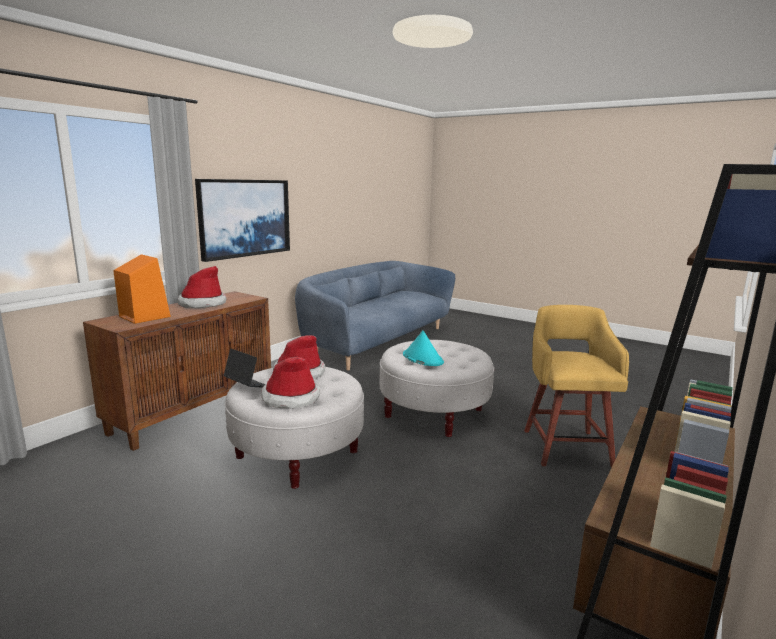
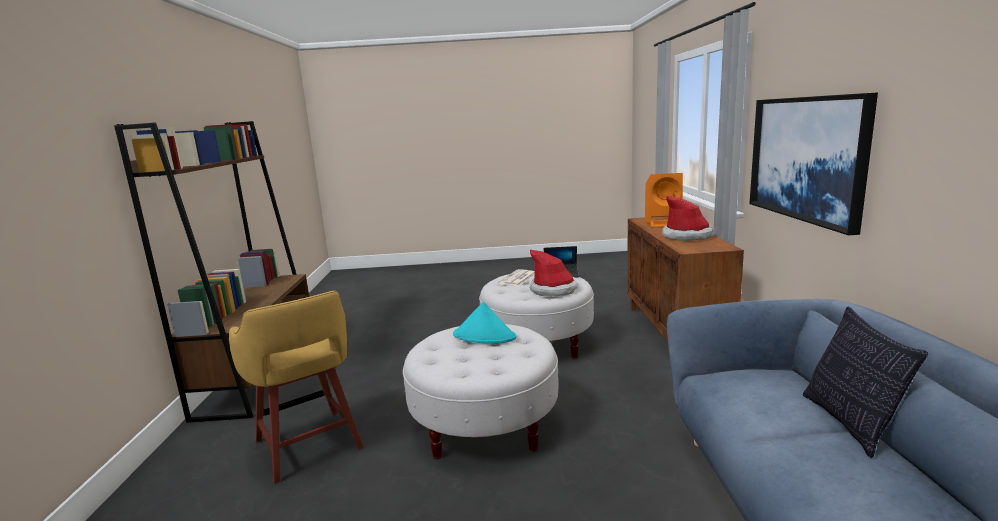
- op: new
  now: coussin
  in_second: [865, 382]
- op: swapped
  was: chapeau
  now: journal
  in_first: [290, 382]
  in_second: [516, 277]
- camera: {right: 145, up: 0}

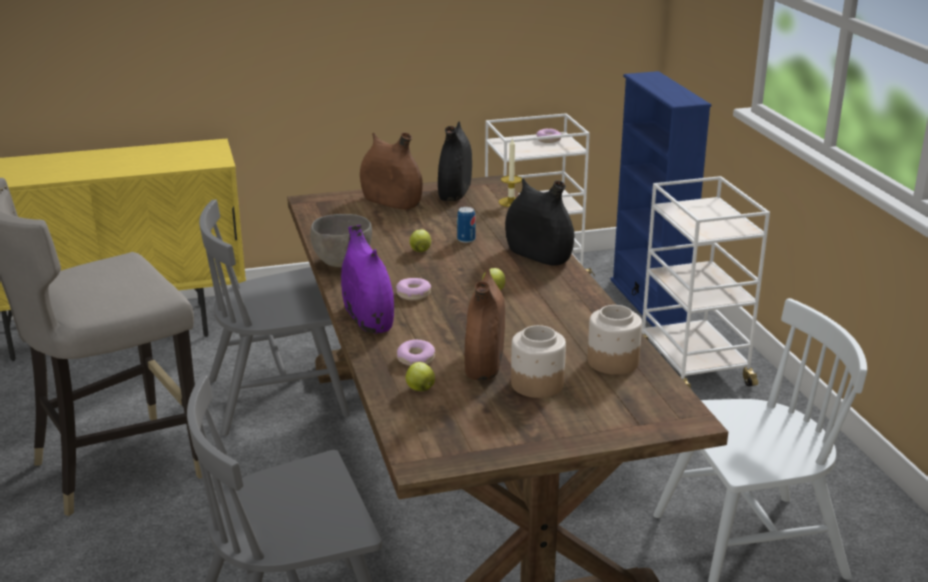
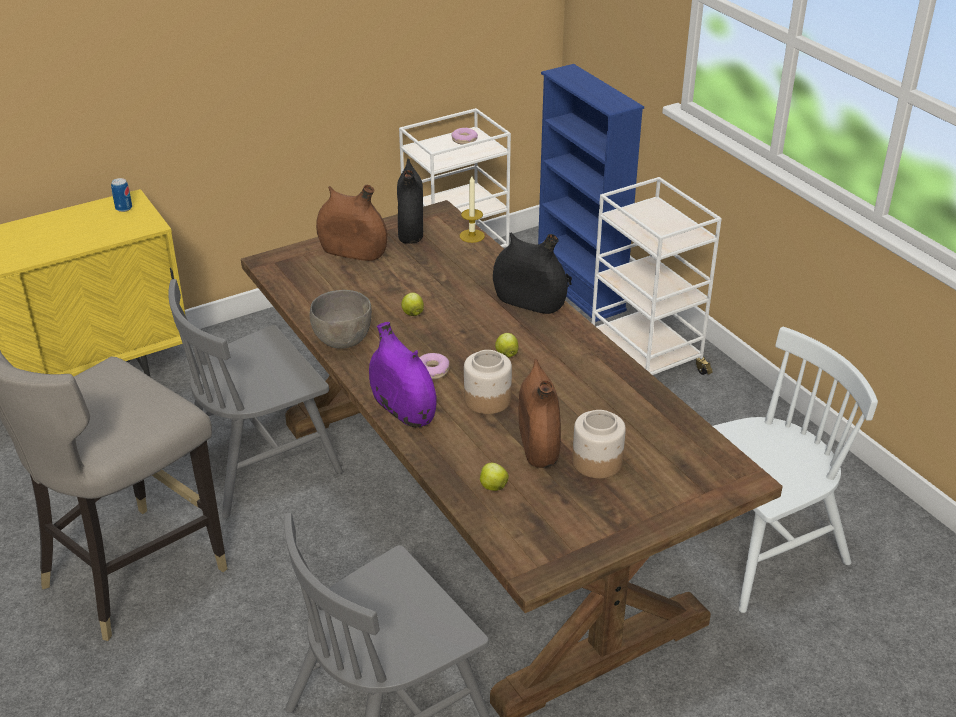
- op: gone
  was: beignet
  in_first: [416, 353]
- op: shifted
  was: boîte métallique
  in_first: [466, 225]
  in_second: [121, 195]
- op: shifted
  was: bocal
  in_first: [614, 340]
  in_second: [488, 382]
- camera: {right: -15, up: 10}

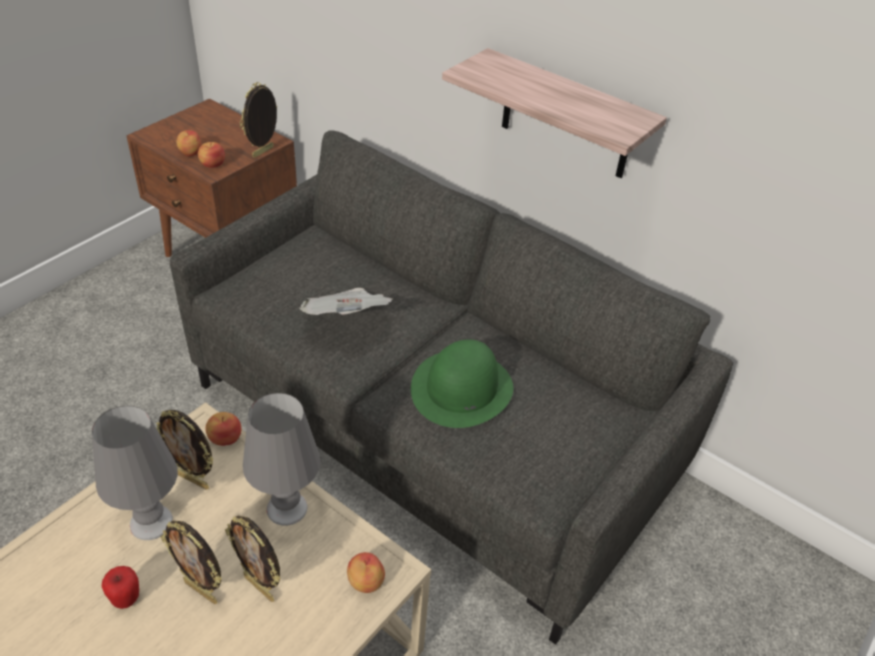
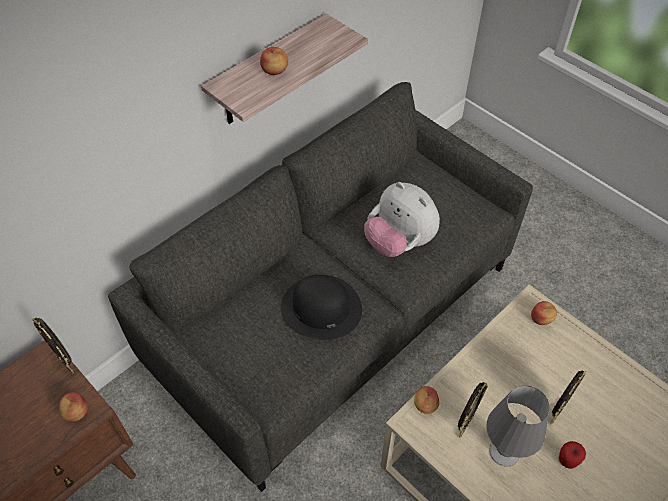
- op: gone
  was: cadre photo
  in_first: [253, 559]
- op: gone
  was: lampe de table [gris]
  in_first: [281, 459]
- op: shifted
  was: pomme
  in_first: [189, 143]
  in_second: [274, 61]
- op: swapped
  was: journal
  now: chapeau [noir]
  in_first: [346, 301]
  in_second: [321, 307]
- op: swapped
  was: chapeau [vert]
  now: peluche
  in_first: [462, 383]
  in_second: [402, 219]
- camera: {right: -80, up: 10}

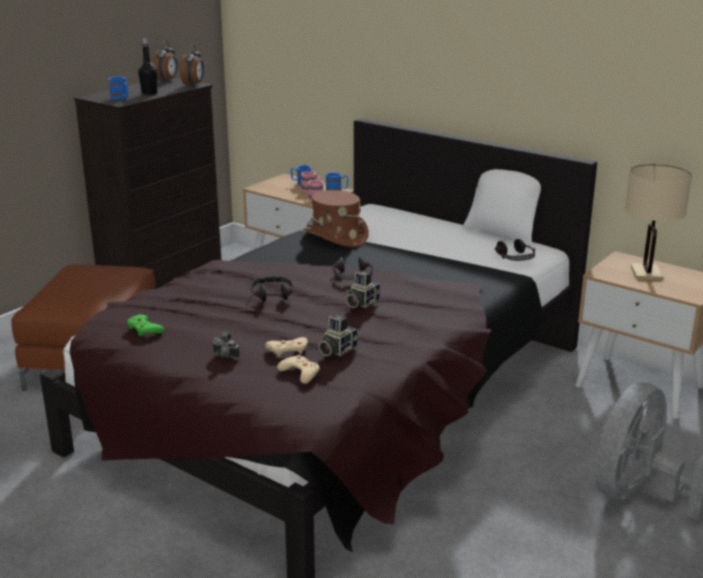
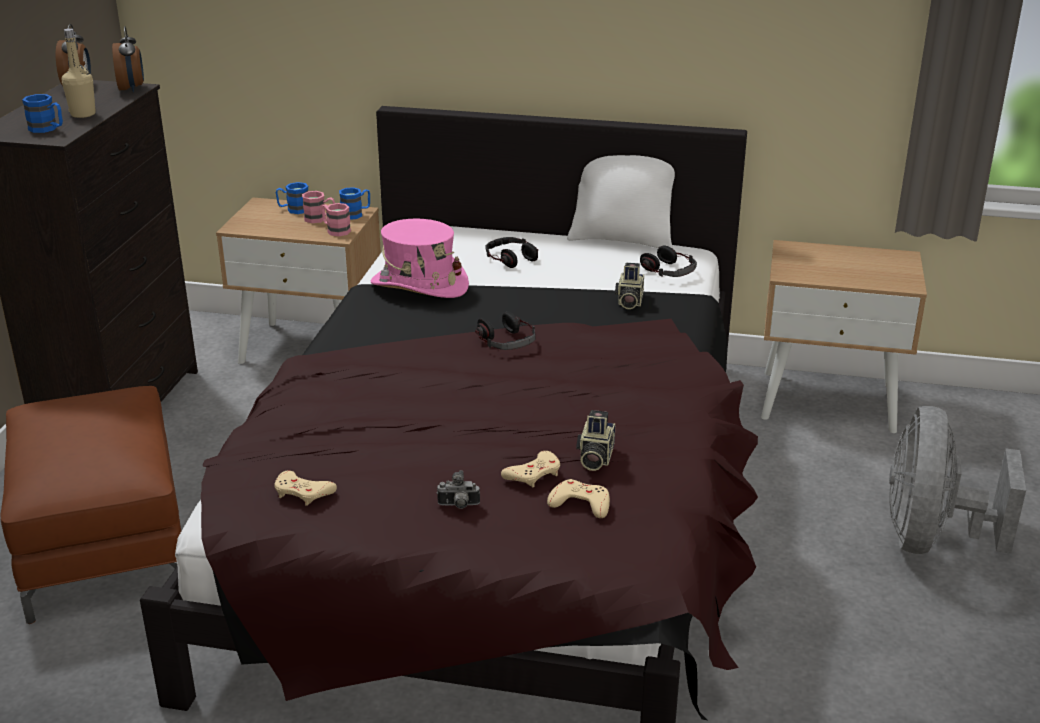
- op: gone
  was: lampe de table [beige]
  in_first: [658, 222]
- op: shifted
  was: casque audio
  in_first: [272, 289]
  in_second: [512, 252]
- op: shifted
  was: appareil photo
  in_first: [363, 289]
  in_second: [629, 286]
- op: repainted
  was: manette [vert]
  now: manette [beige]
  in_first: [146, 325]
  in_second: [305, 488]
- op: repainted
  was: bouteille [noir]
  now: bouteille [beige]
  in_first: [147, 67]
  in_second: [79, 73]
- op: repainted
  was: chapeau [marron]
  now: chapeau [rose]
  in_first: [336, 218]
  in_second: [419, 258]
- camera: {right: -25, up: 5}

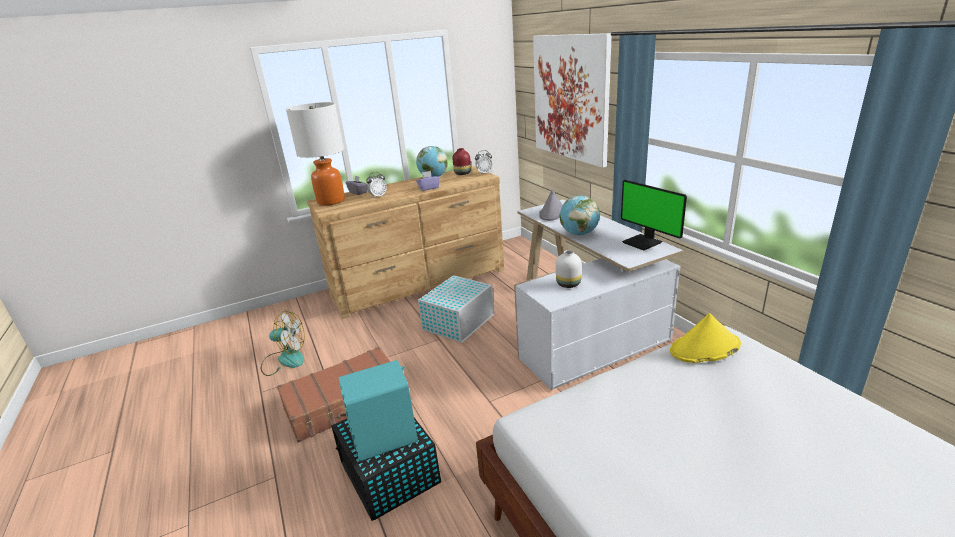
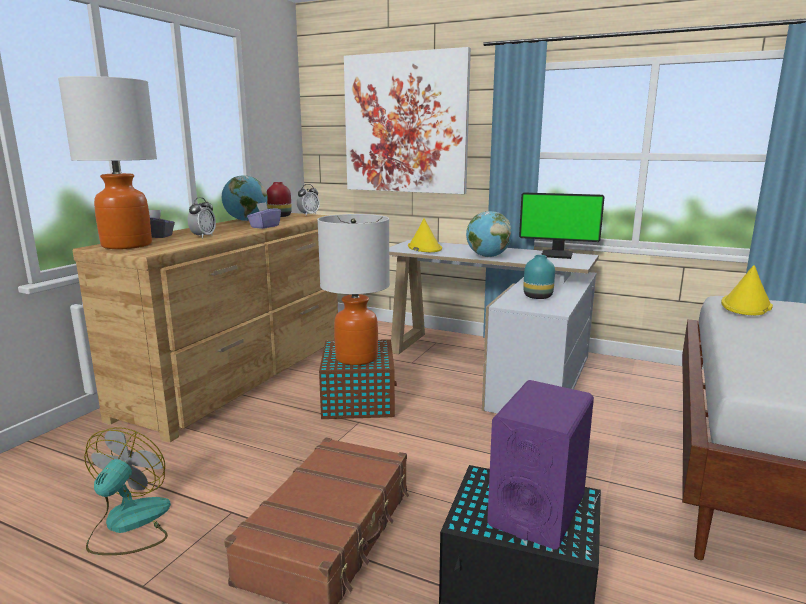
- op: new
  now: lampe de table
  in_second: [353, 289]
- op: repainted
  was: enceinte [turquoise]
  now: enceinte [violet]
  in_first: [378, 411]
  in_second: [540, 464]
- op: repainted
  was: boîte de rangement [blanc]
  now: boîte de rangement [marron]
  in_first: [456, 309]
  in_second: [358, 379]
- op: repainted
  was: chapeau [gris]
  now: chapeau [jaune]
  in_first: [551, 205]
  in_second: [425, 235]
- op: repainted
  was: vase [blanc]
  now: vase [turquoise]
  in_first: [569, 269]
  in_second: [539, 277]
- op: rotated
  was: ventilateur
  in_first: [283, 343]
  in_second: [127, 491]
  clockwise: -45
- camera: {right: -40, up: -10}

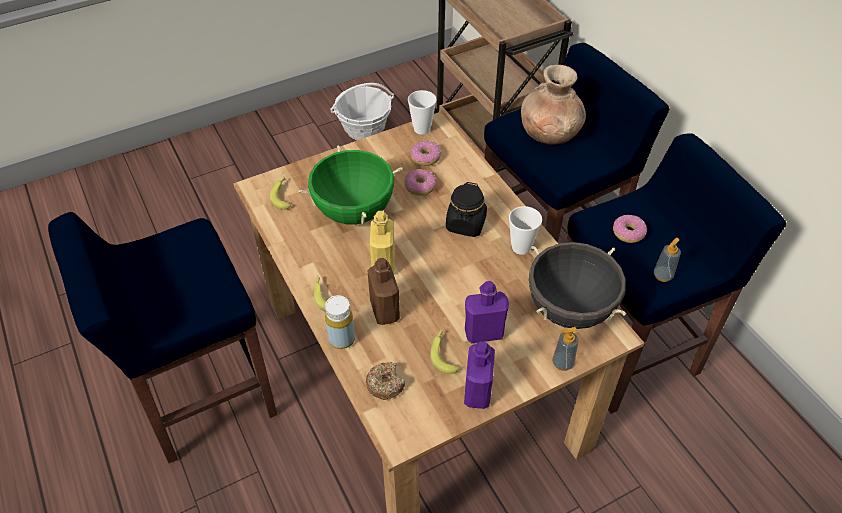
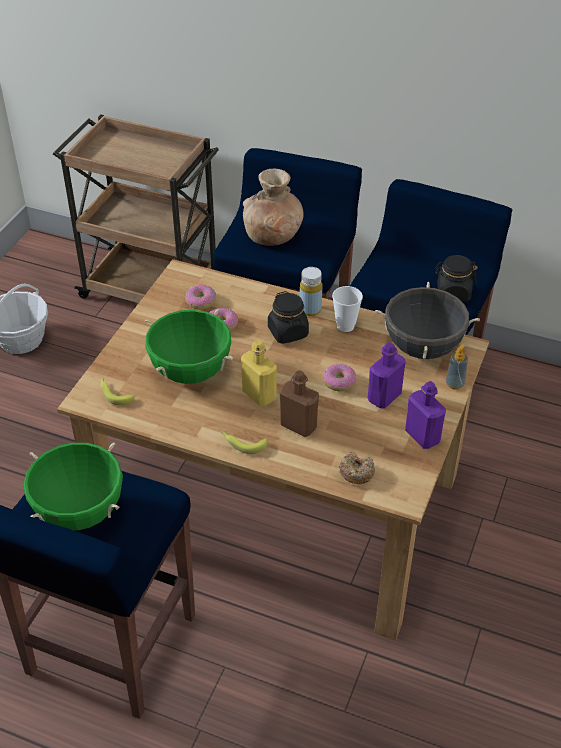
- op: gone
  was: tasse
  in_first: [422, 112]
- op: gone
  was: banane
  in_first: [444, 351]
- op: new
  now: marmite [vert]
  in_second: [73, 486]
- op: shifted
  was: bouteille [jaune]
  in_first: [340, 322]
  in_second: [311, 291]
- op: shifted
  was: beignet
  in_first: [630, 229]
  in_second: [339, 377]
- op: swapped
  was: distributeur de savon
  now: bocal [noir]
  in_first: [667, 260]
  in_second: [456, 278]
- camera: {right: -40, up: -5}

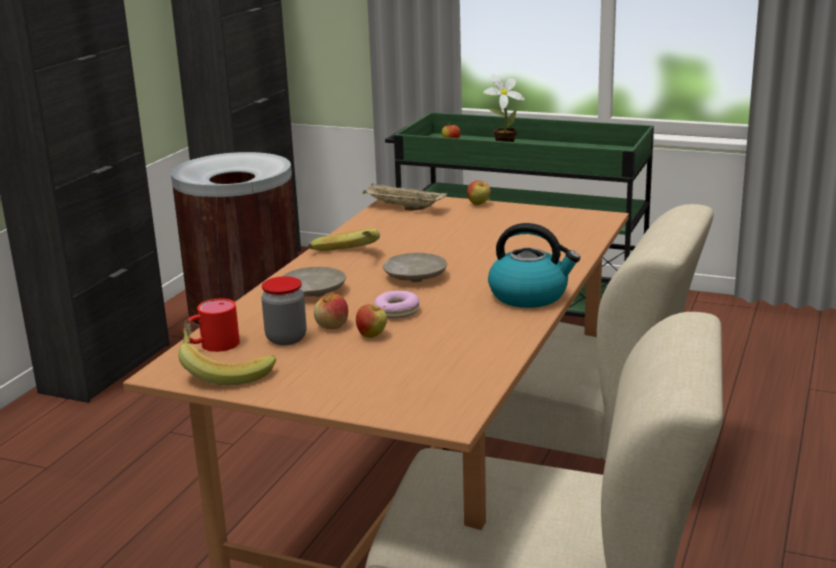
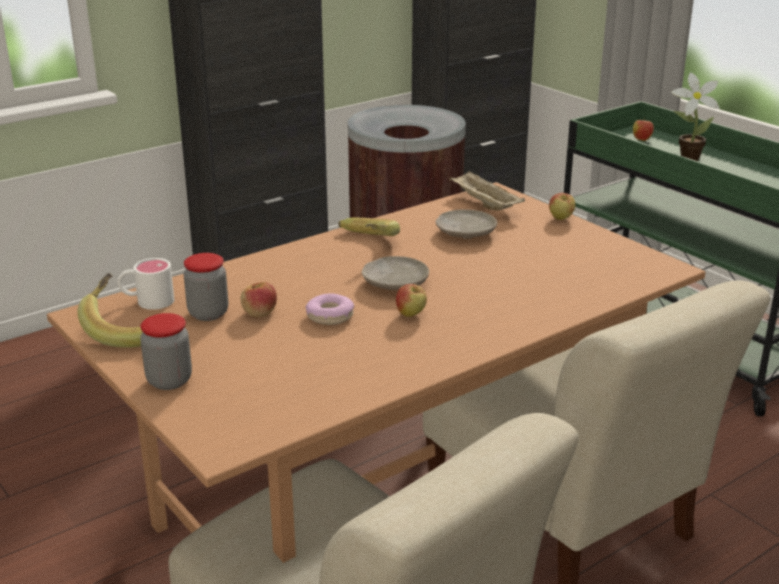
- op: gone
  was: bouilloire
  in_first: [534, 265]
- op: new
  now: bocal
  in_second: [166, 351]
- op: shifted
  was: assiette [beige]
  in_first: [314, 282]
  in_second: [466, 224]
- op: shifted
  was: pomme
  in_first: [371, 321]
  in_second: [411, 300]
- op: repainted
  was: mug [rouge]
  now: mug [blanc]
  in_first: [211, 325]
  in_second: [146, 284]
- camera: {right: 30, up: 5}

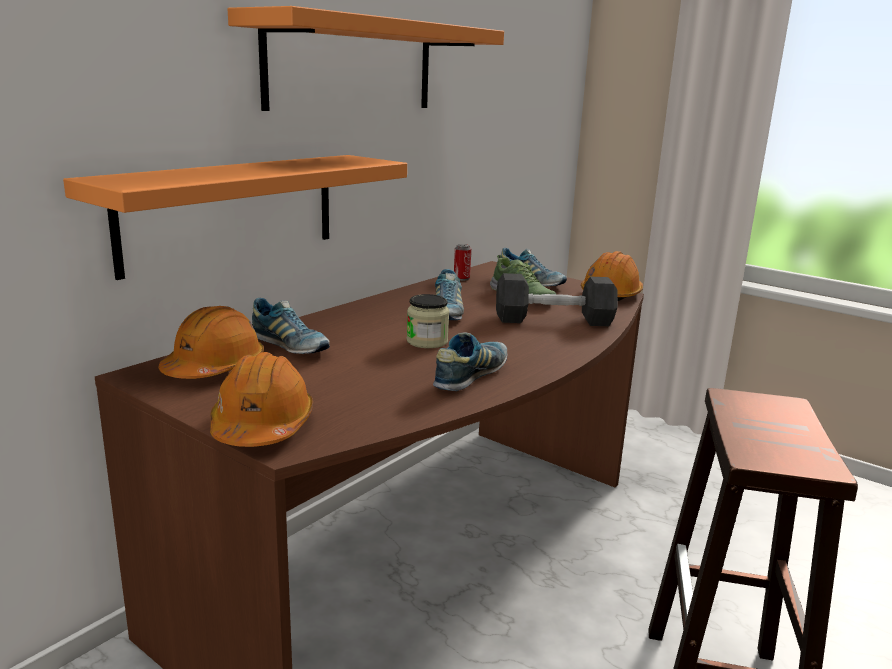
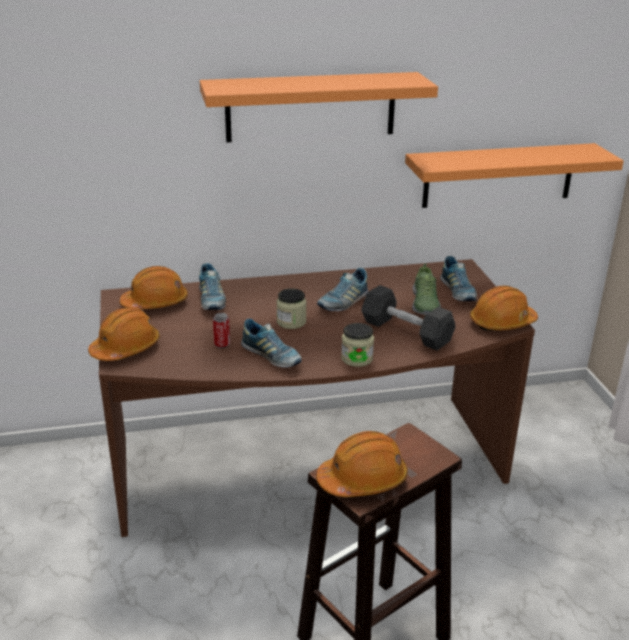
- op: new
  now: casque de chantier [orange]
  in_second: [362, 464]
- op: new
  now: bocal
  in_second: [357, 345]
- op: shifted
  was: étagère [orange]
  in_first: [235, 217]
  in_second: [514, 175]
- op: shifted
  was: boîte métallique
  in_first: [462, 262]
  in_second: [221, 330]
- op: rotated
  was: chaussure
  in_first: [470, 361]
  in_second: [271, 343]
  clockwise: 60
- camera: {right: 40, up: 10}

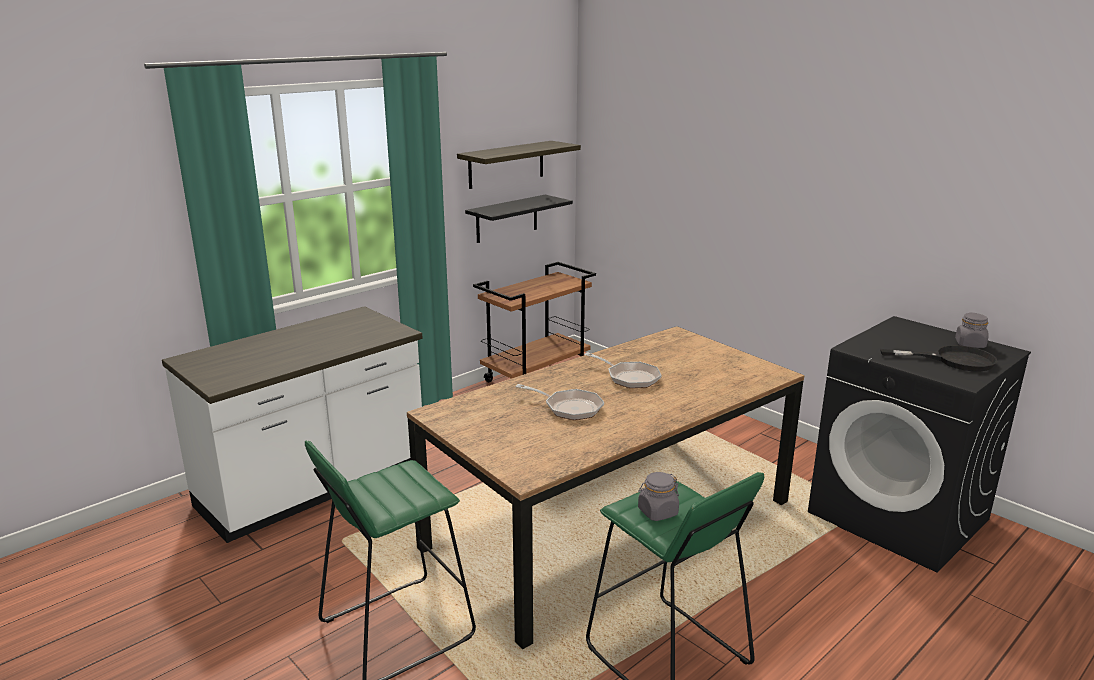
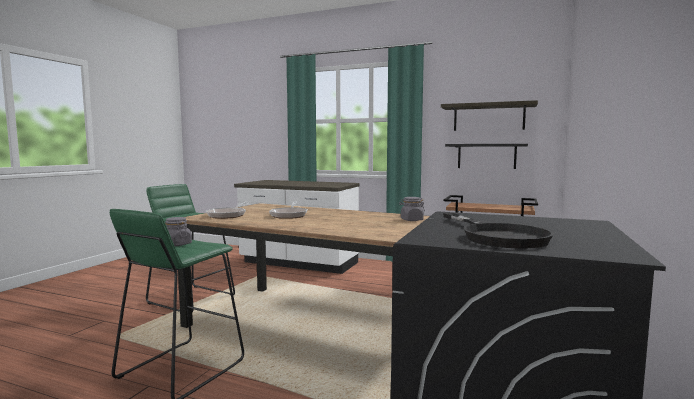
- op: shifted
  was: poêle
  in_first: [623, 370]
  in_second: [227, 210]
- op: shifted
  was: bocal [gris]
  in_first: [971, 330]
  in_second: [412, 209]
- camera: {right: 65, up: -15}

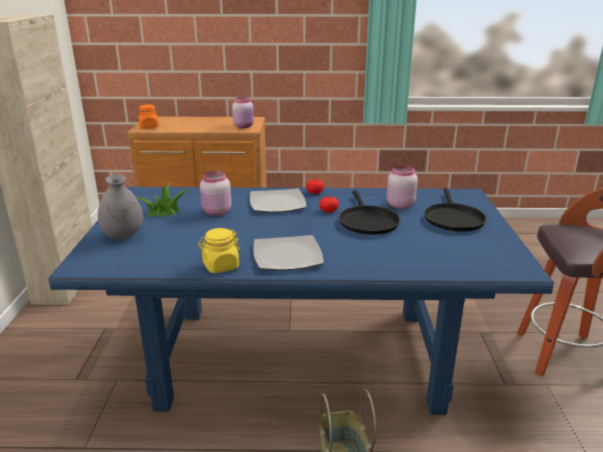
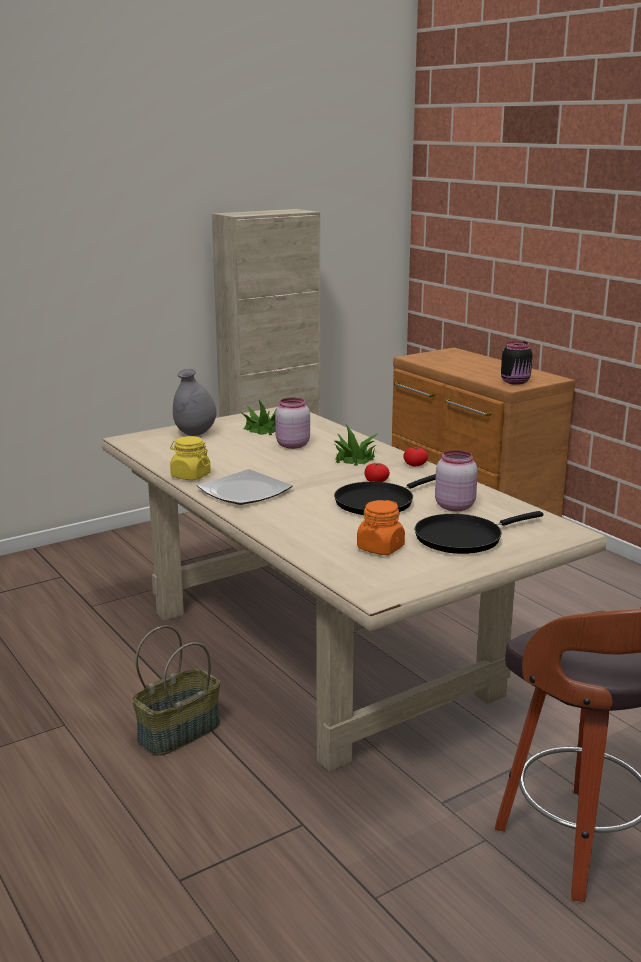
- op: shifted
  was: bocal [orange]
  in_first: [149, 116]
  in_second: [381, 527]
- op: swapped
  was: assiette
  now: plante en pot
  in_first: [278, 200]
  in_second: [356, 445]
- op: repainted
  was: table à manger [bleu]
  now: table à manger [beige]
  in_first: [301, 301]
  in_second: [354, 589]
- op: repainted
  was: bocal [rose]
  now: bocal [noir]
  in_first: [243, 112]
  in_second: [516, 363]
- camera: {right: 55, up: -5}

